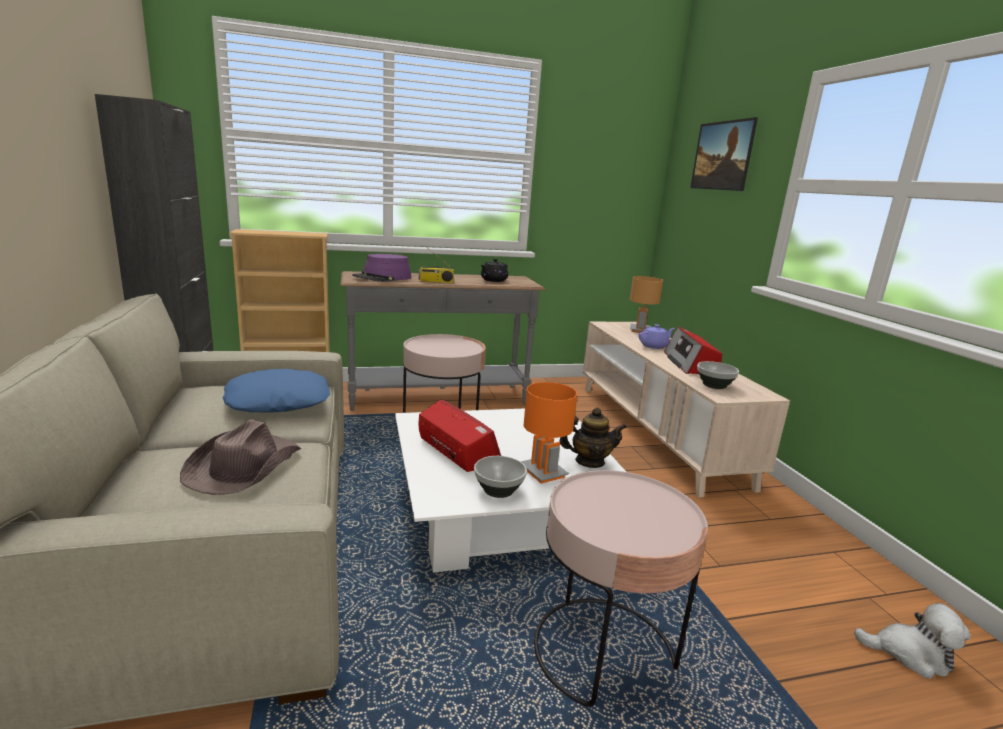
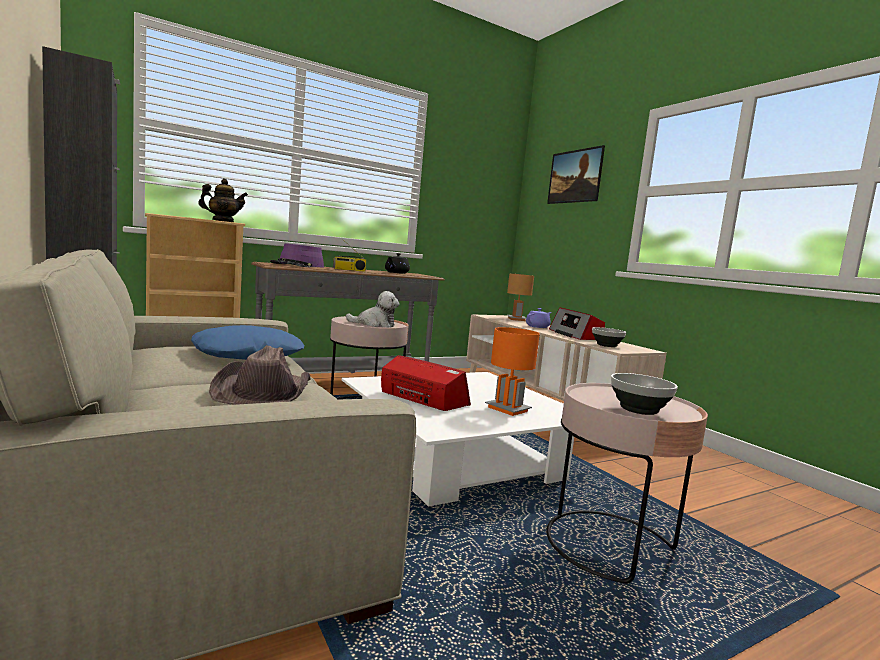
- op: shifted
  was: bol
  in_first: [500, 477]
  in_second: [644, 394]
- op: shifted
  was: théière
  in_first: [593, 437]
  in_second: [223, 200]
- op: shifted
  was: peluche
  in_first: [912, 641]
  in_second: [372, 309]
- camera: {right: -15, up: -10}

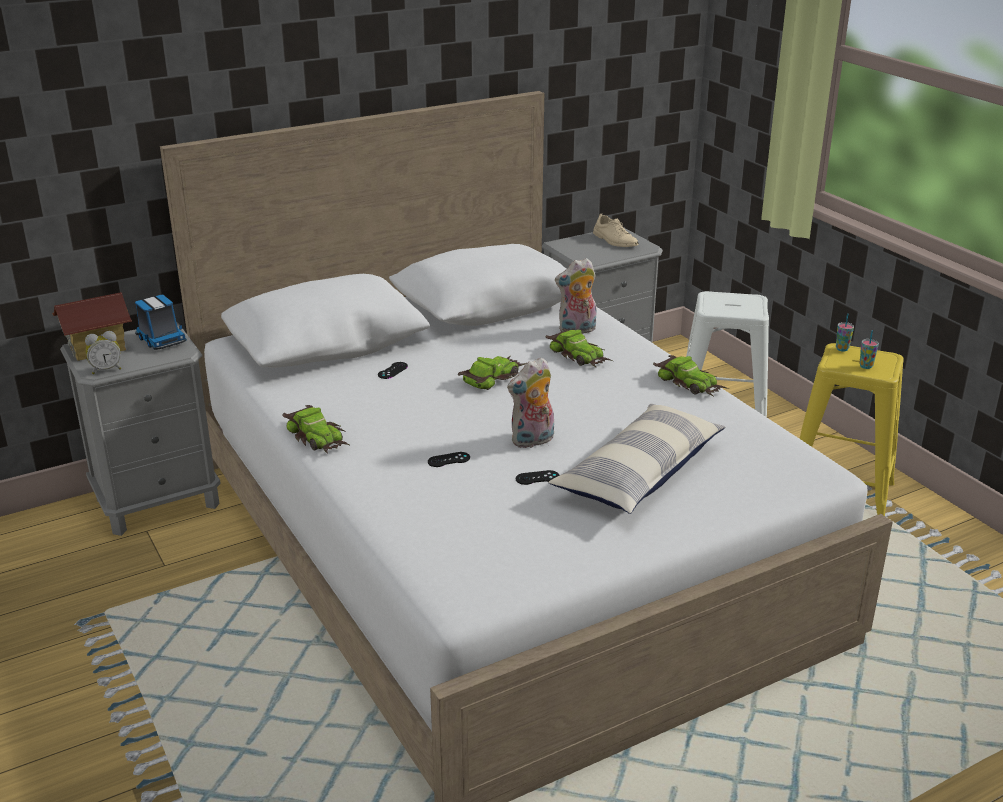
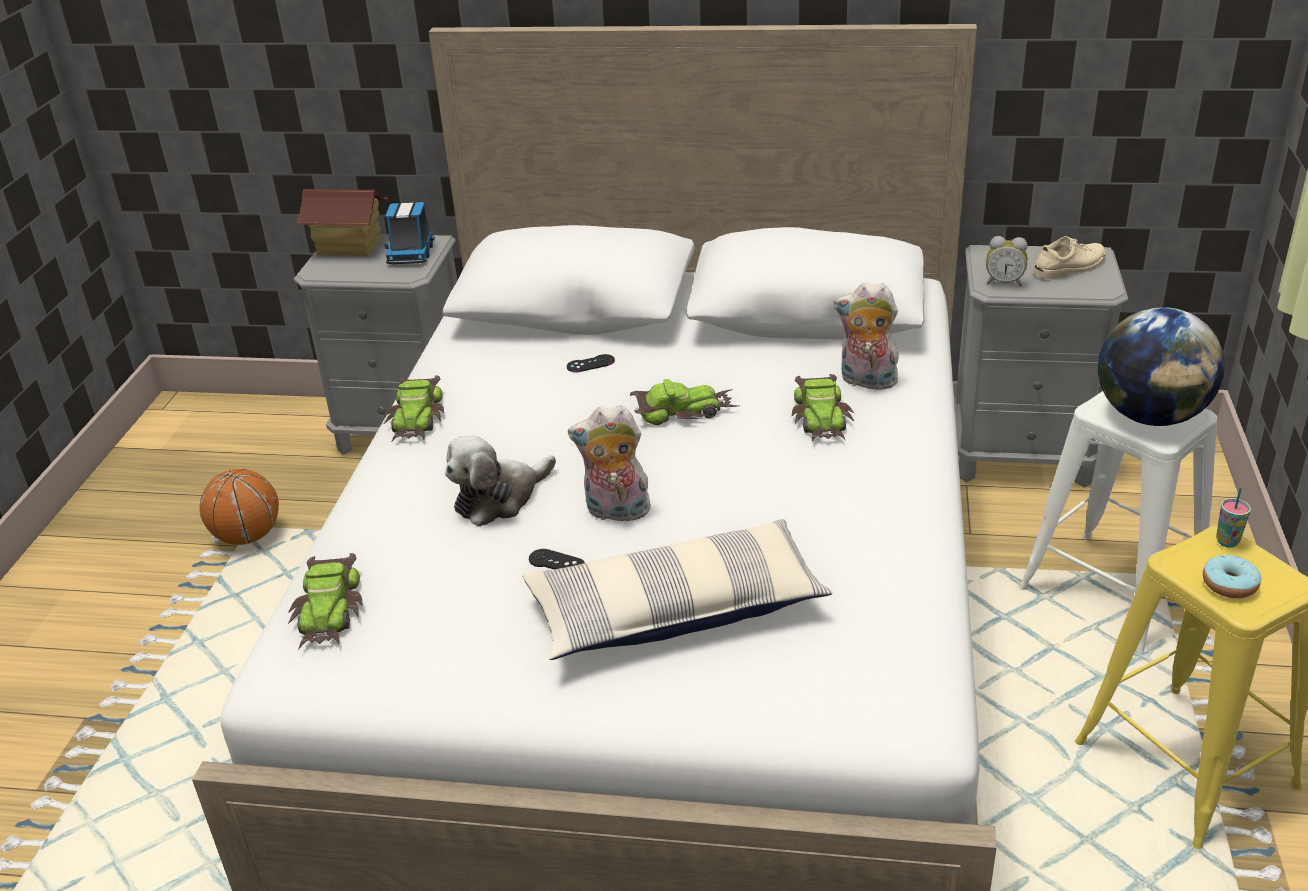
- op: new
  now: ballon de basket
  in_second: [239, 507]
- op: new
  now: globe
  in_second: [1161, 366]
- op: shifted
  was: réveil
  in_first: [103, 352]
  in_second: [1006, 261]
- op: shifted
  was: petite voiture
  in_first: [691, 376]
  in_second: [325, 601]
- op: swapped
  was: manette [noir]
  now: peluche
  in_first: [449, 459]
  in_second: [500, 481]
- op: swapped
  was: tasse
  now: beignet
  in_first: [869, 349]
  in_second: [1232, 576]
- op: rotated
  was: chaussure [beige]
  in_first: [615, 230]
  in_second: [1069, 257]
  clockwise: -120
- camera: {right: 40, up: 5}

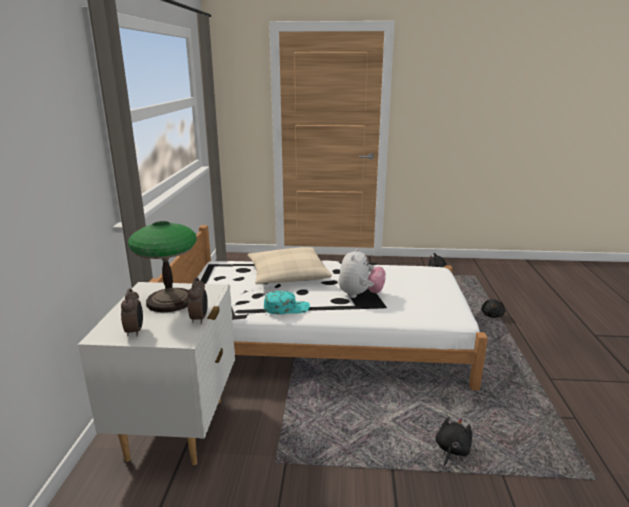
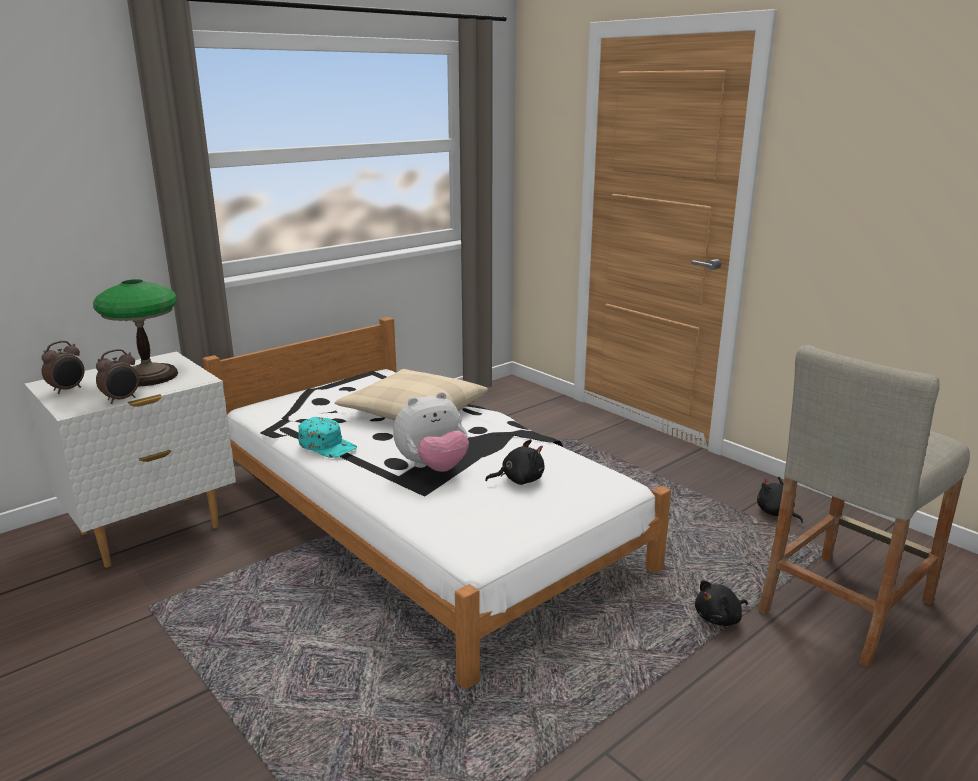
- op: new
  now: tabouret [beige]
  in_second: [864, 506]
- op: shifted
  was: peluche [noir]
  in_first: [454, 441]
  in_second: [514, 462]
- camera: {right: 45, up: 0}

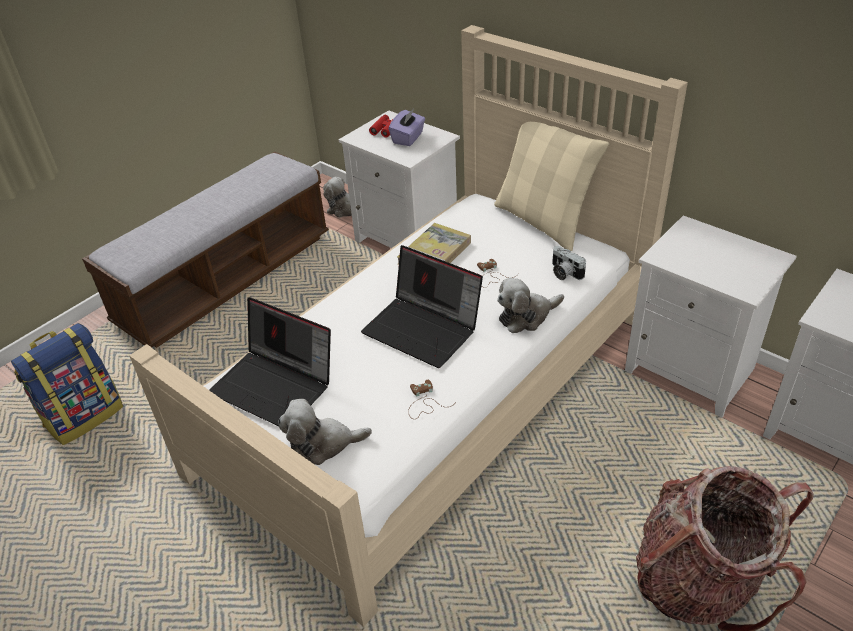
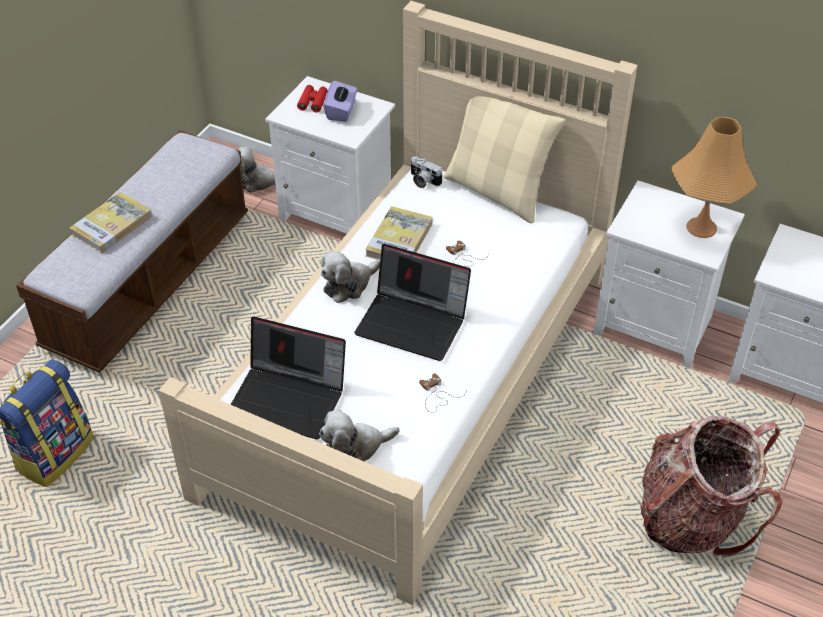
- op: new
  now: livre
  in_second: [110, 222]
- op: new
  now: lampe de table [orange]
  in_second: [714, 177]
- op: shifted
  was: peluche
  in_first: [530, 305]
  in_second: [350, 277]
- op: shifted
  was: appareil photo
  in_first: [569, 263]
  in_second: [426, 172]
- camera: {right: -15, up: 5}

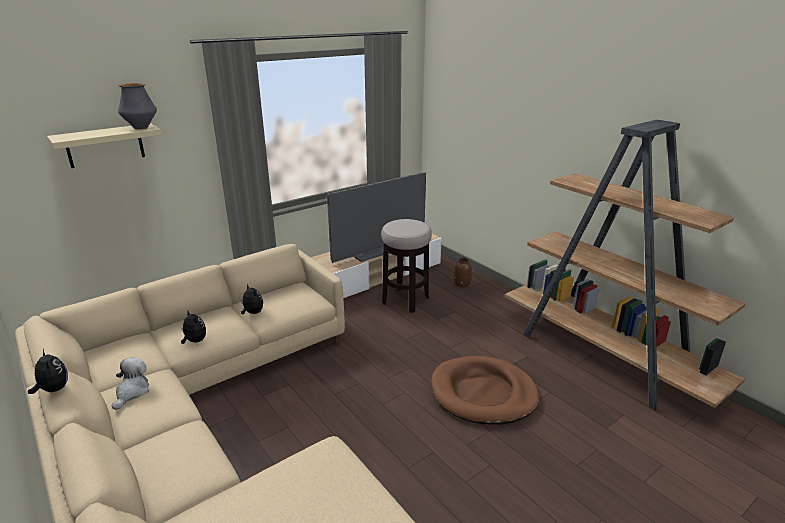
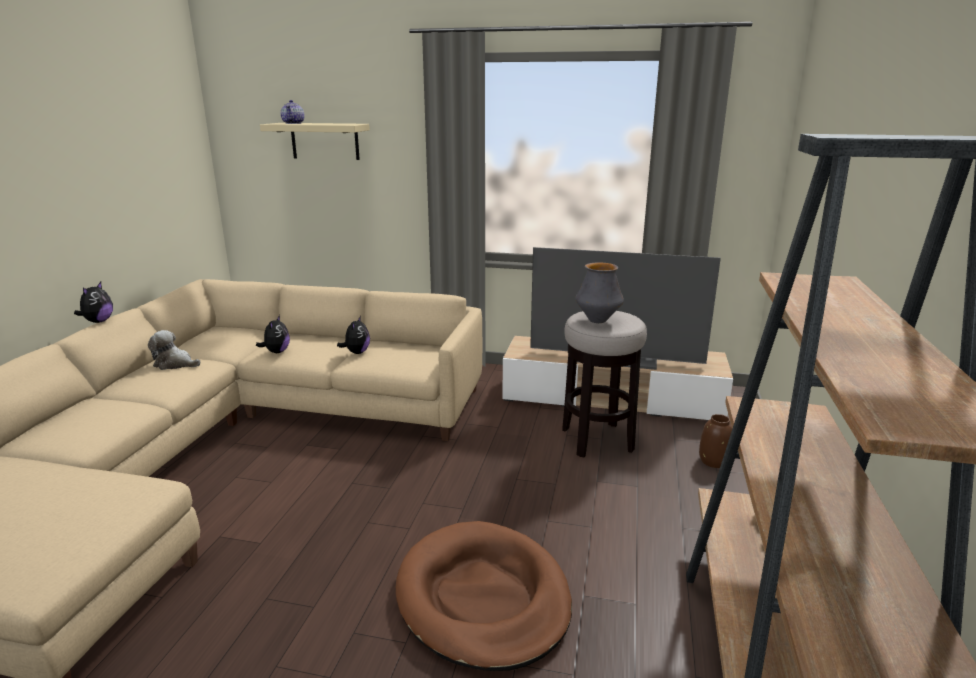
- op: new
  now: théière
  in_second: [292, 112]
- op: shifted
  was: vase
  in_first: [137, 106]
  in_second: [599, 292]
- op: rotated
  was: peluche
  in_first: [130, 384]
  in_second: [174, 350]
  clockwise: -135
- camera: {right: 50, up: -5}

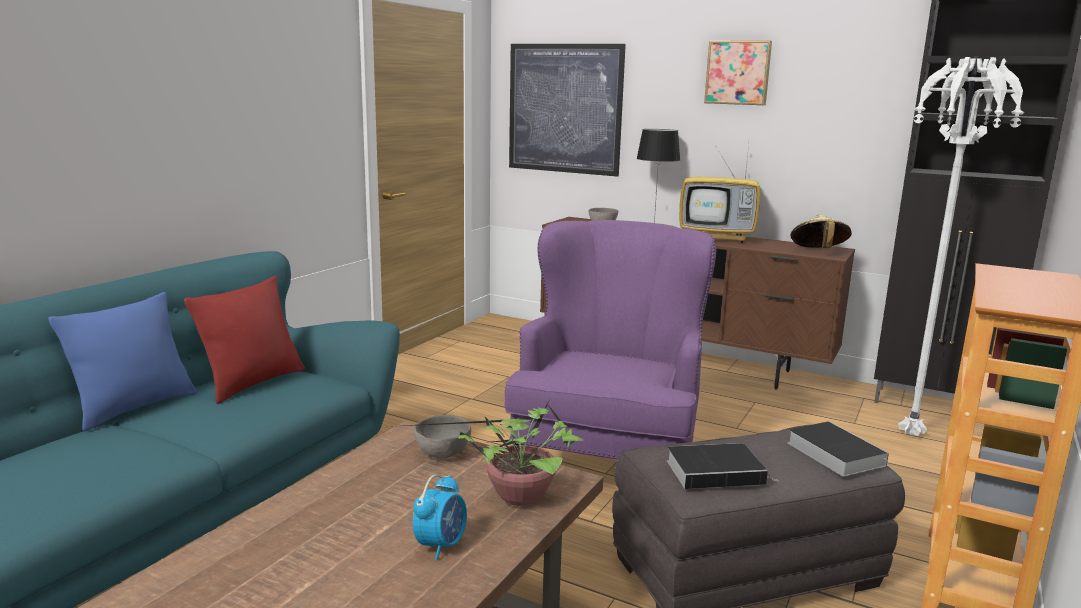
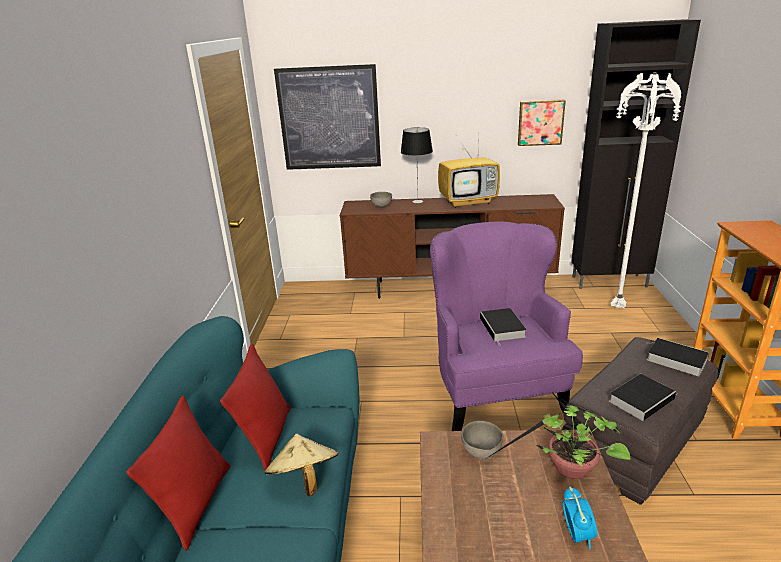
- op: new
  now: livre
  in_second: [503, 327]
- op: shifted
  was: tableau
  in_first: [738, 73]
  in_second: [542, 122]
- op: shifted
  was: chapeau [beige]
  in_first: [821, 231]
  in_second: [301, 465]
- op: repainted
  was: coussin [bleu]
  now: coussin [rouge]
  in_first: [122, 362]
  in_second: [178, 473]
- camera: {right: -25, up: 10}

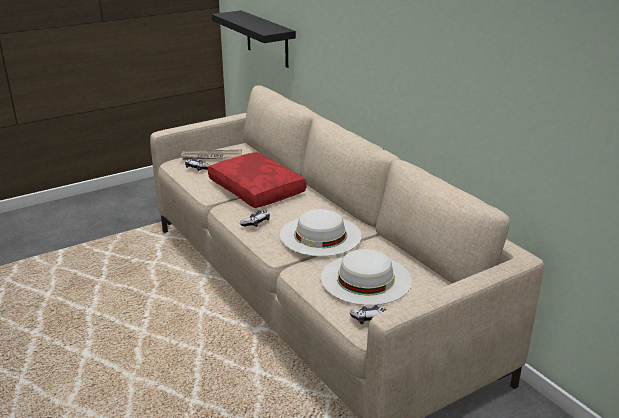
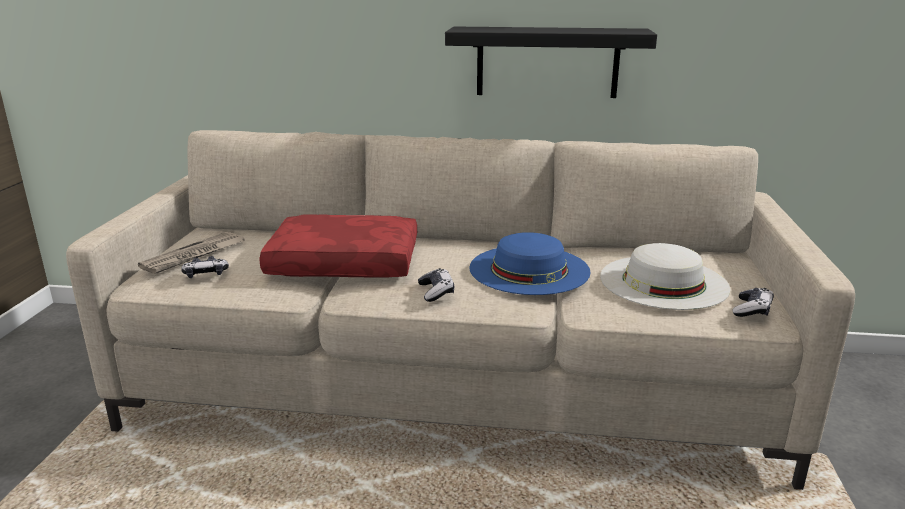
- op: shifted
  was: étagère [noir]
  in_first: [254, 39]
  in_second: [551, 62]
- op: repainted
  was: chapeau [blanc]
  now: chapeau [bleu]
  in_first: [321, 232]
  in_second: [529, 263]
- camera: {right: -50, up: -5}

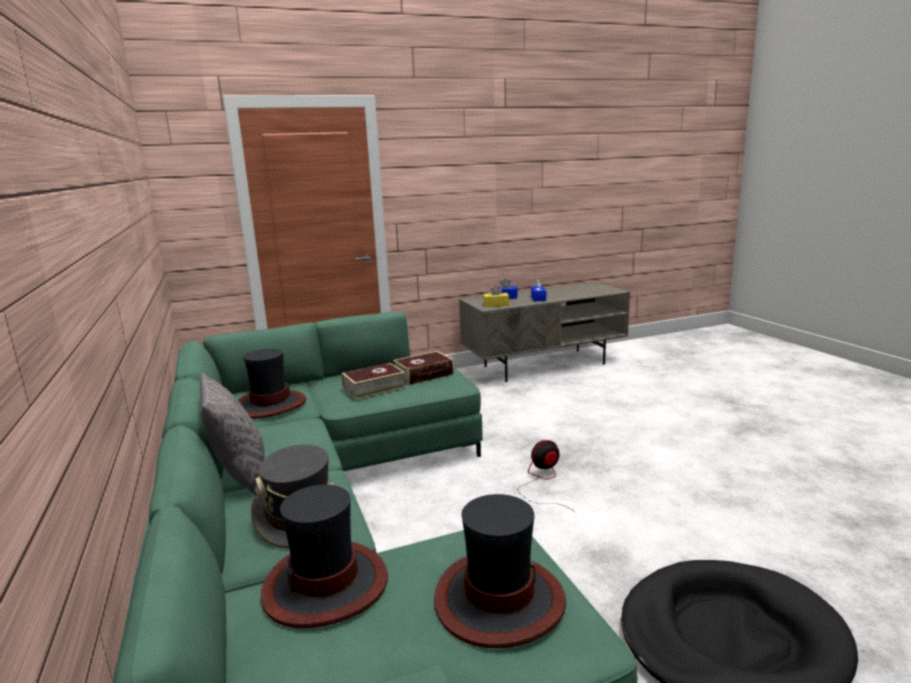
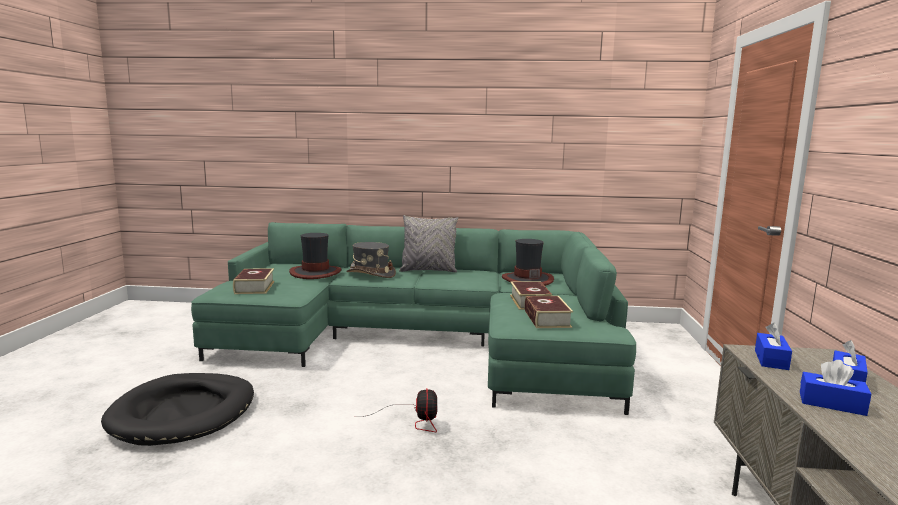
- op: swapped
  was: chapeau
  now: livre
  in_first: [500, 571]
  in_second: [254, 281]
- op: repainted
  was: boîte à mouchoirs [jaune]
  now: boîte à mouchoirs [bleu]
  in_first: [496, 296]
  in_second: [773, 346]
- camera: {right: 115, up: -5}

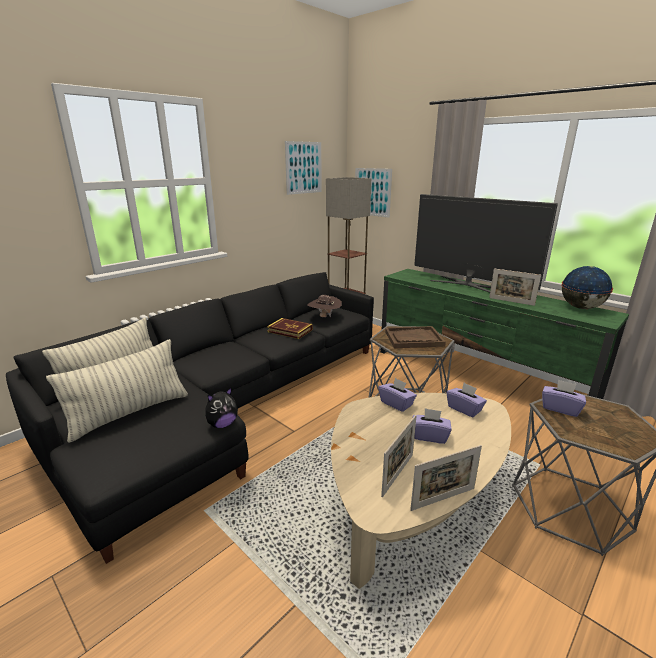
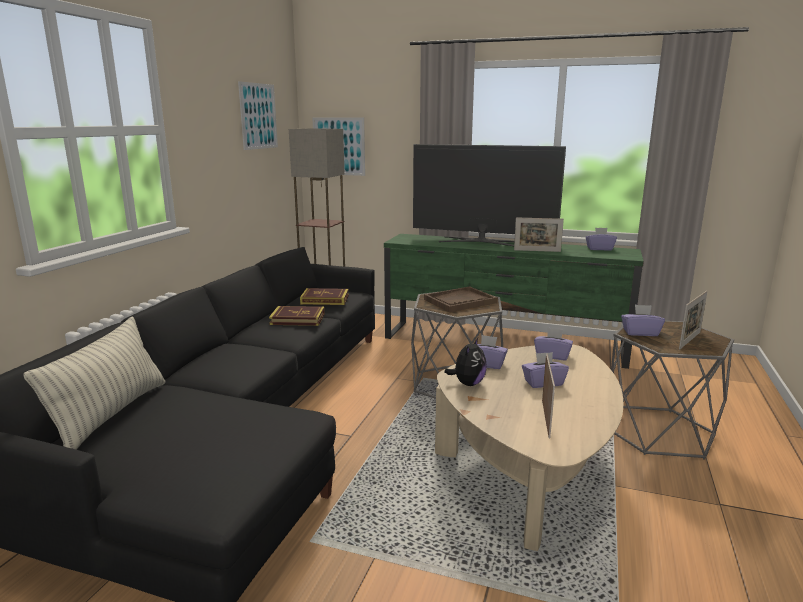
- op: gone
  was: coussin
  in_first: [117, 391]
- op: shifted
  was: peluche
  in_first: [221, 408]
  in_second: [465, 362]
- op: shifted
  was: cadre photo
  in_first: [446, 478]
  in_second: [693, 320]
- op: swapped
  was: chapeau [marron]
  now: livre
  in_first: [324, 306]
  in_second: [324, 296]
- op: swapped
  was: globe
  now: boîte à mouchoirs [violet]
  in_first: [587, 287]
  in_second: [601, 239]
- camera: {right: -25, up: -5}

